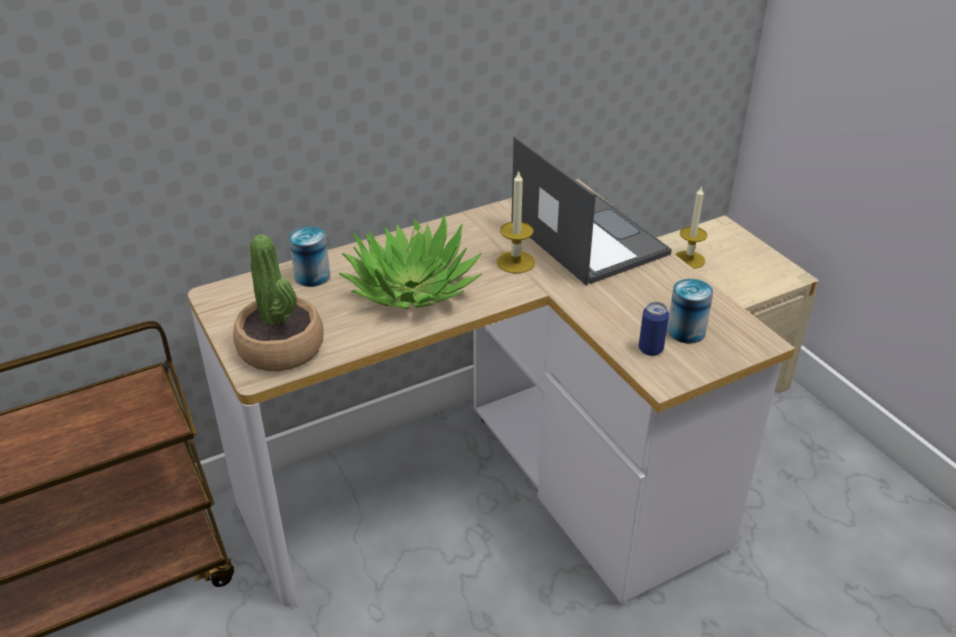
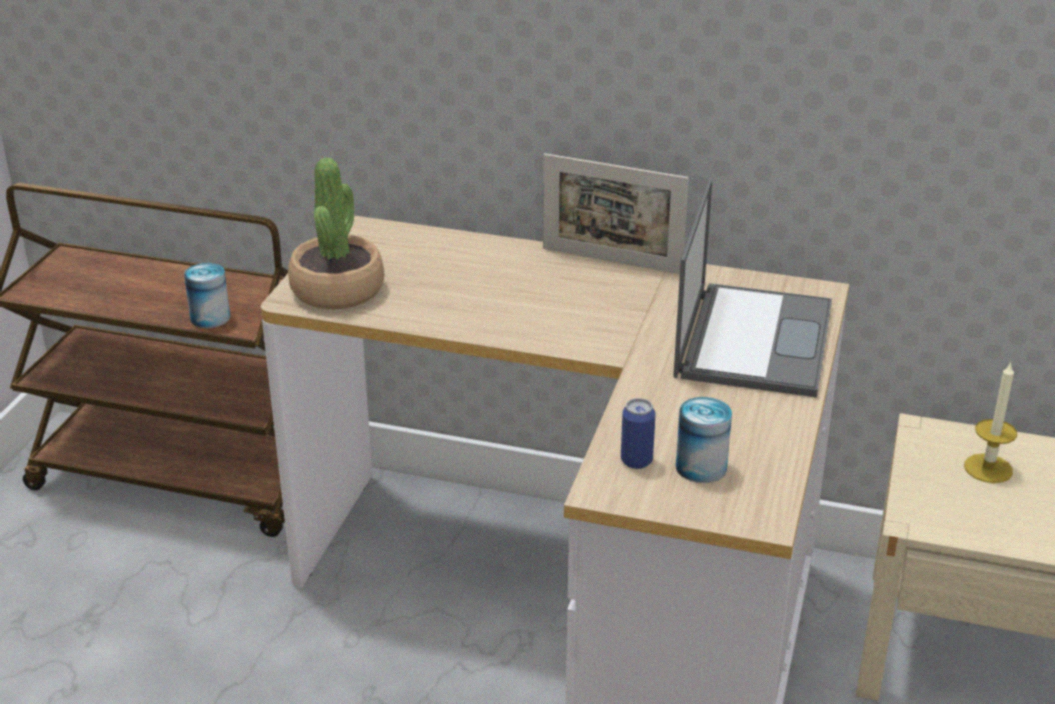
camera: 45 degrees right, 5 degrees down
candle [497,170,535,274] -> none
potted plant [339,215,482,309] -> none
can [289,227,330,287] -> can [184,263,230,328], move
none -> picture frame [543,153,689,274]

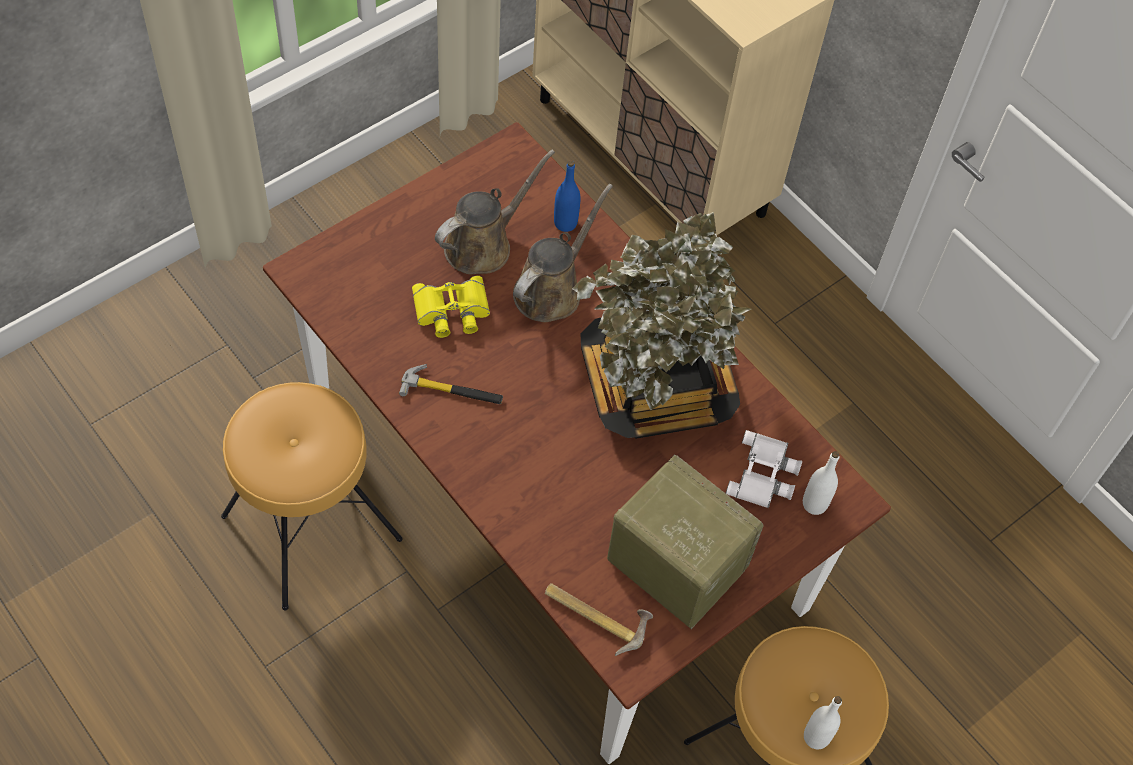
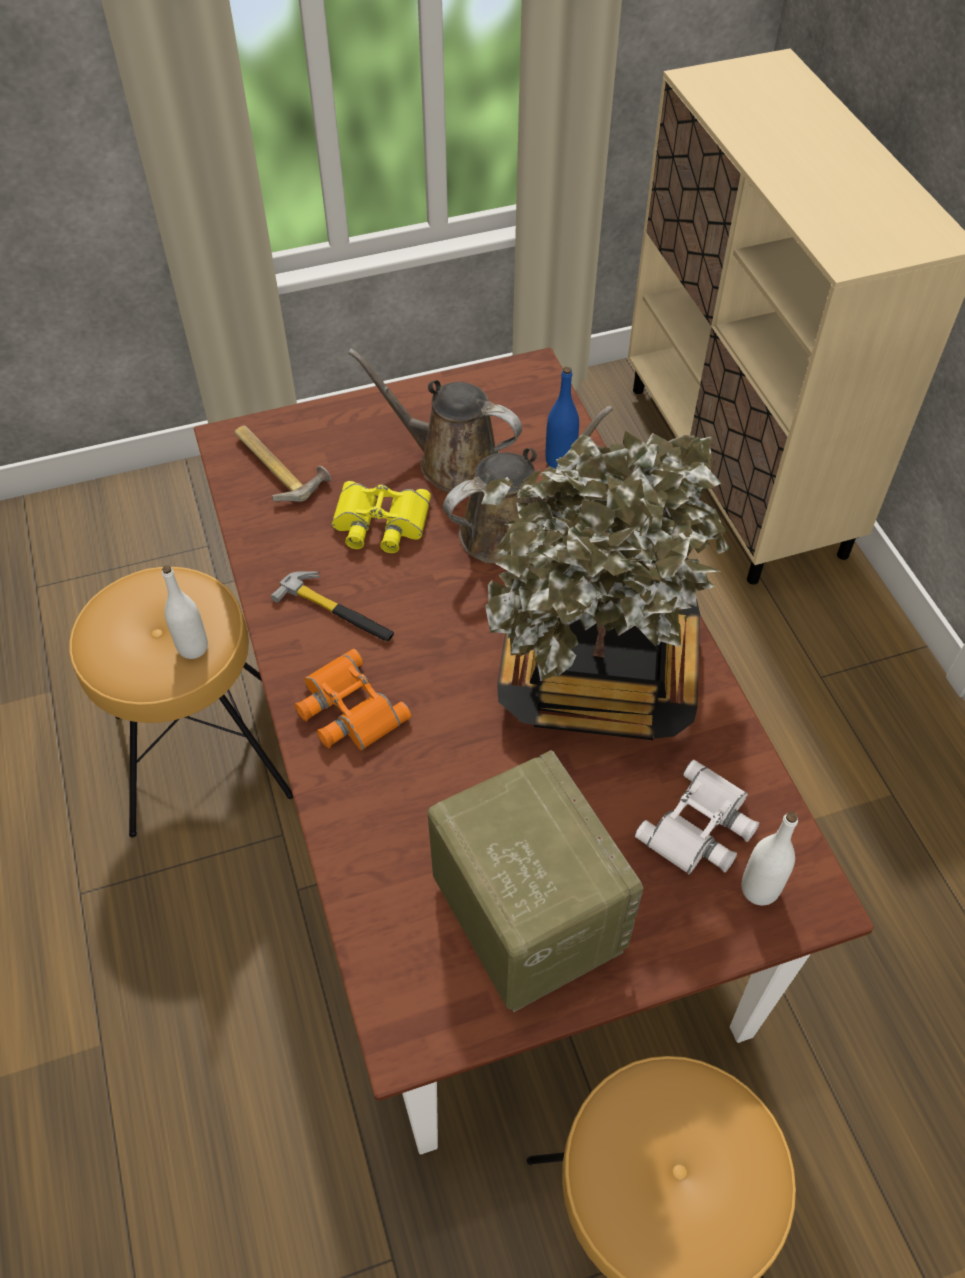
camera: 25 degrees right, 5 degrees down
watering can/brown [435,150,555,274] -> watering can/brown [348,349,522,493], 135 degrees counterclockwise
hammer [545,583,653,656] -> hammer [234,426,331,502], move
bottle/white [804,696,842,749] -> bottle/white [162,565,208,659], move
none -> binoculars/orange [295,649,411,750]

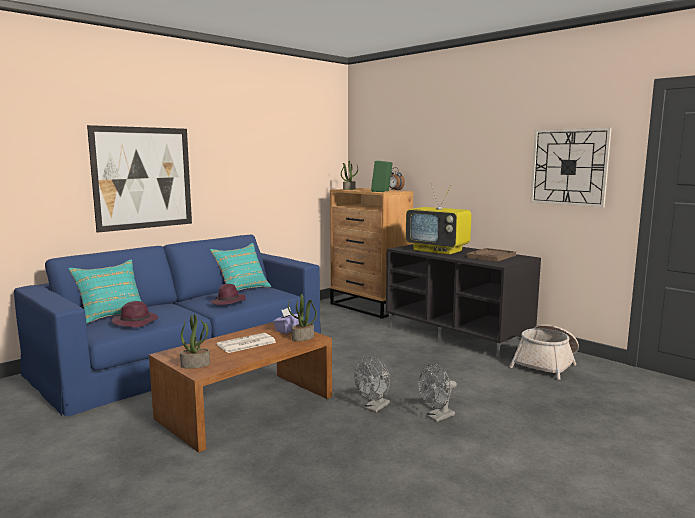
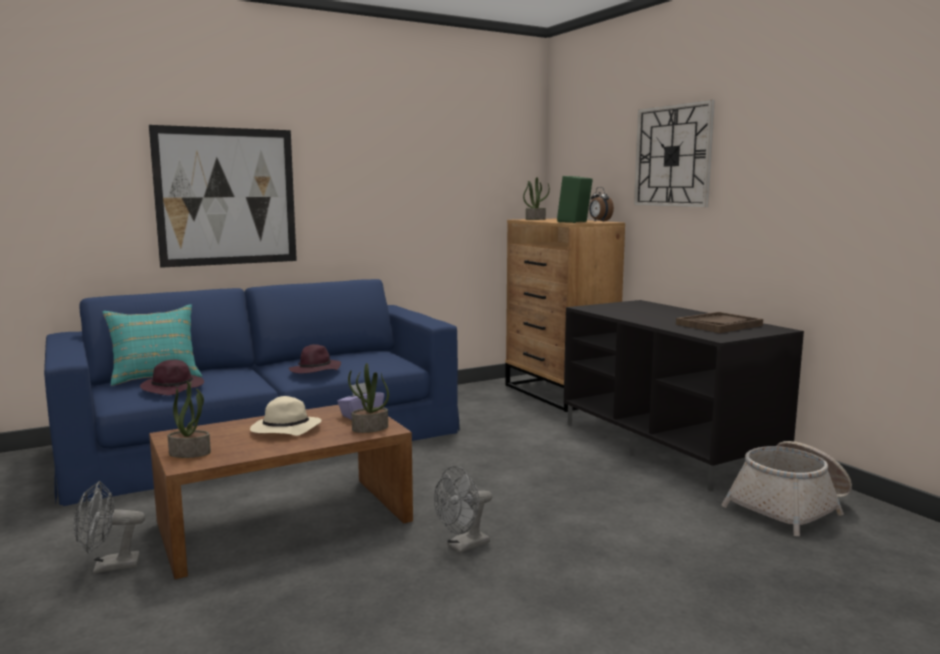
camera: 15 degrees right, 0 degrees up
wall clock [530,127,612,208] -> wall clock [634,100,715,207], move
television [406,183,471,255] -> none
pillow/turquoise [210,243,271,291] -> none
newspaper [217,333,276,353] -> hat/beige [250,396,321,436]
fan/grey [418,364,457,422] -> fan/grey [74,481,145,574], move

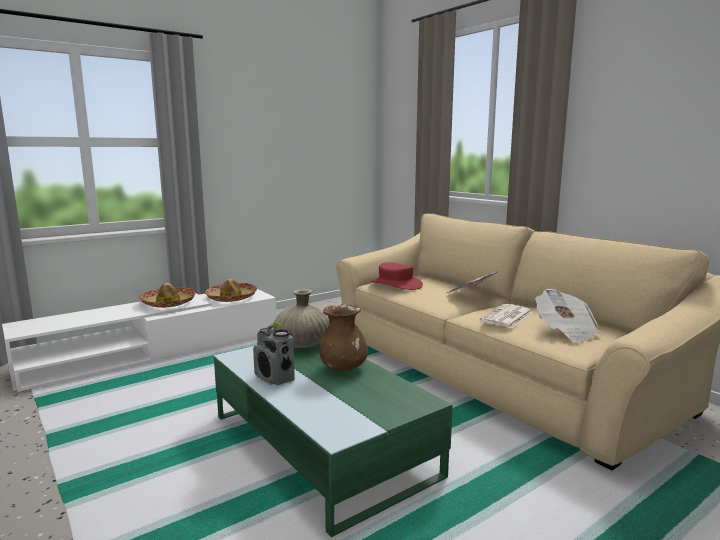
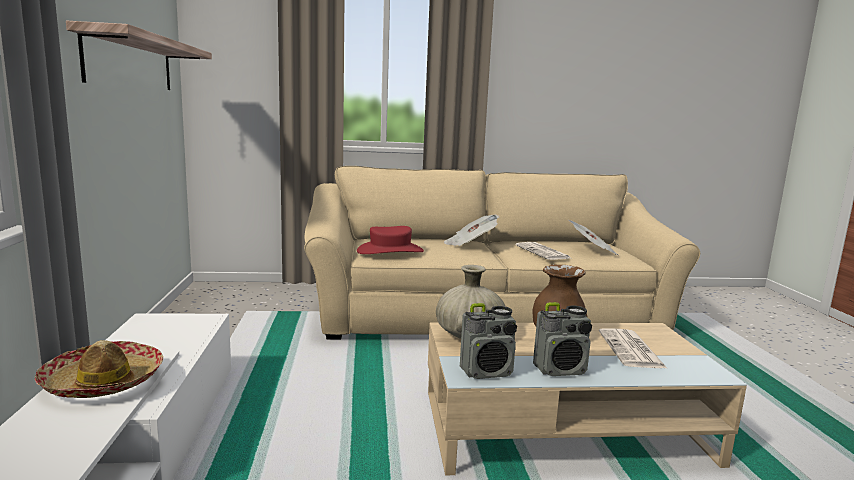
camera: 60 degrees left, 0 degrees up
hat [205,279,257,302] -> none
coffee table/green [214,343,453,537] -> coffee table/beige [428,322,747,475]
none -> shelf [66,21,212,90]
none -> radio [460,303,517,379]
none -> newspaper [599,328,668,369]

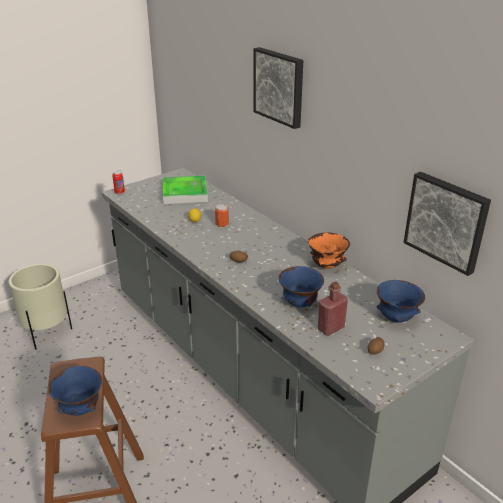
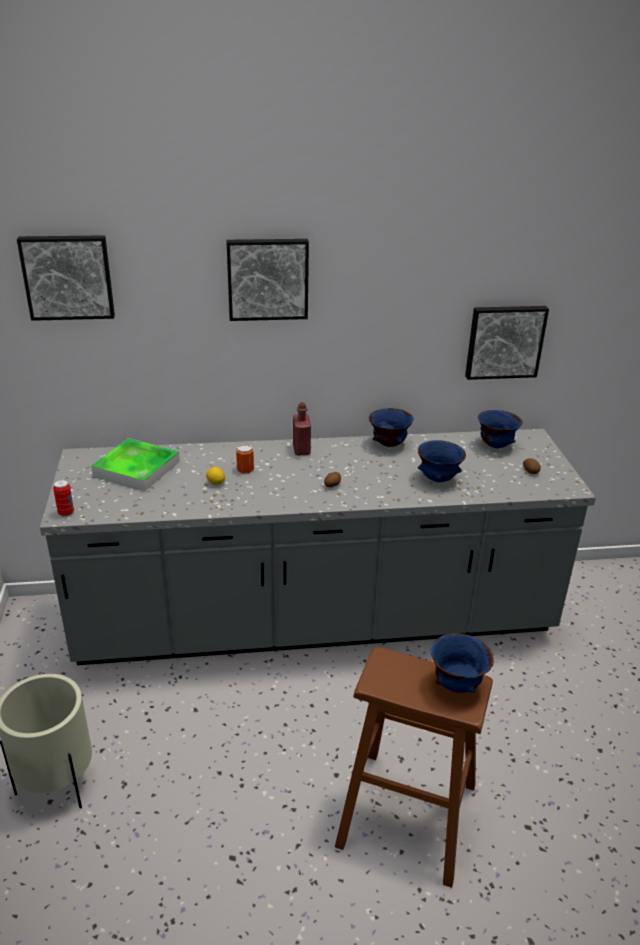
camera: 60 degrees left, 0 degrees up
bowl/orange [308,232,350,269] -> bowl/blue [369,408,414,447]
bottle/red [318,282,348,336] -> bottle/red [293,402,311,455], move
none -> picture [17,235,115,321]

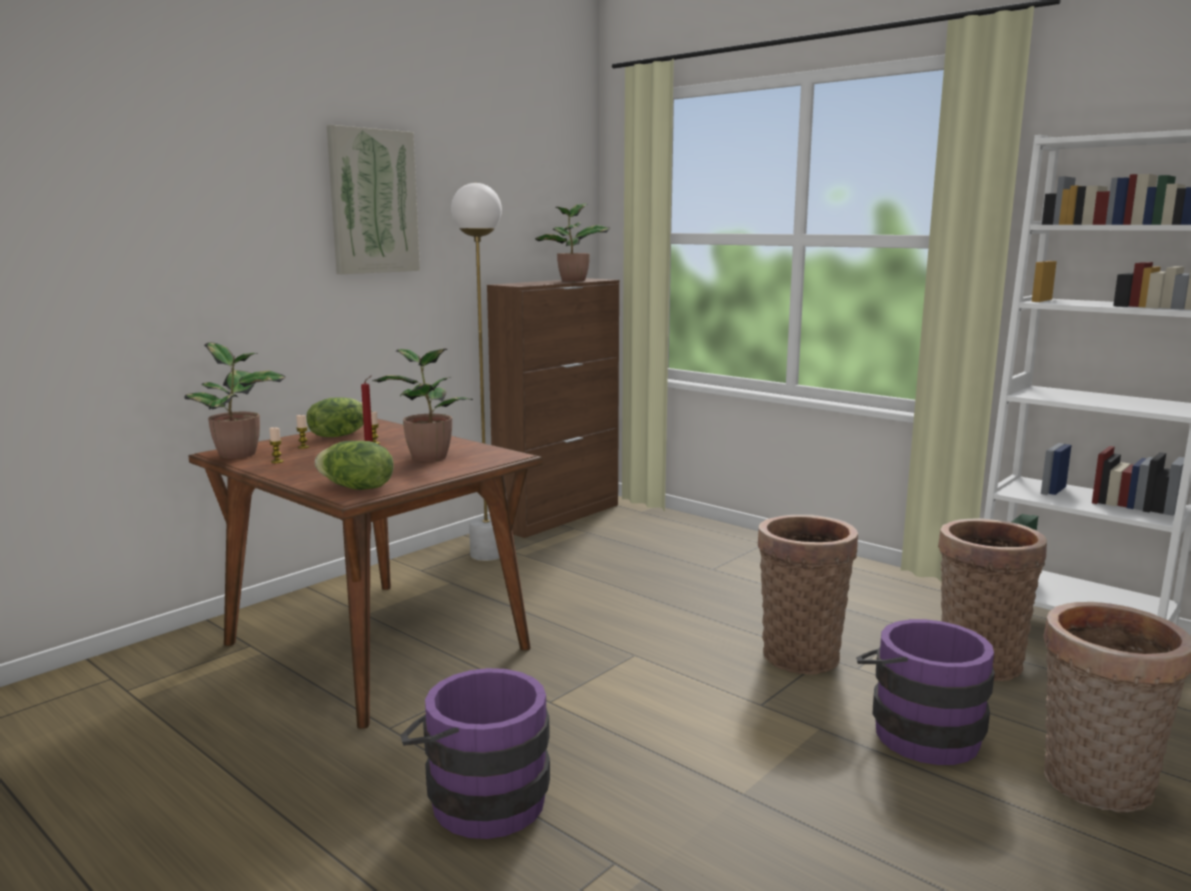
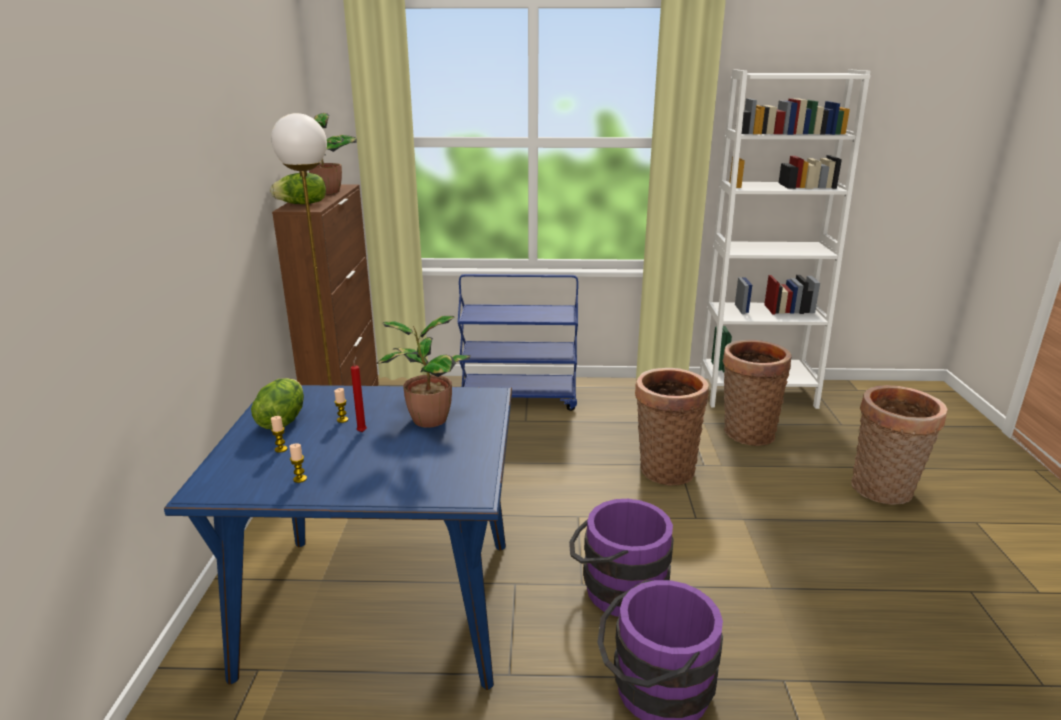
camera: 40 degrees left, 10 degrees up
picture [327,125,420,274] -> none
potted plant [185,342,286,459] -> none
dining table/brown [189,419,543,729] -> dining table/blue [164,385,512,690]
lettuce [315,441,394,490] -> lettuce [270,173,326,204], move
bucket/purple [856,619,995,765] -> bucket/purple [569,499,674,617], move
none -> cart/blue [458,274,578,411]

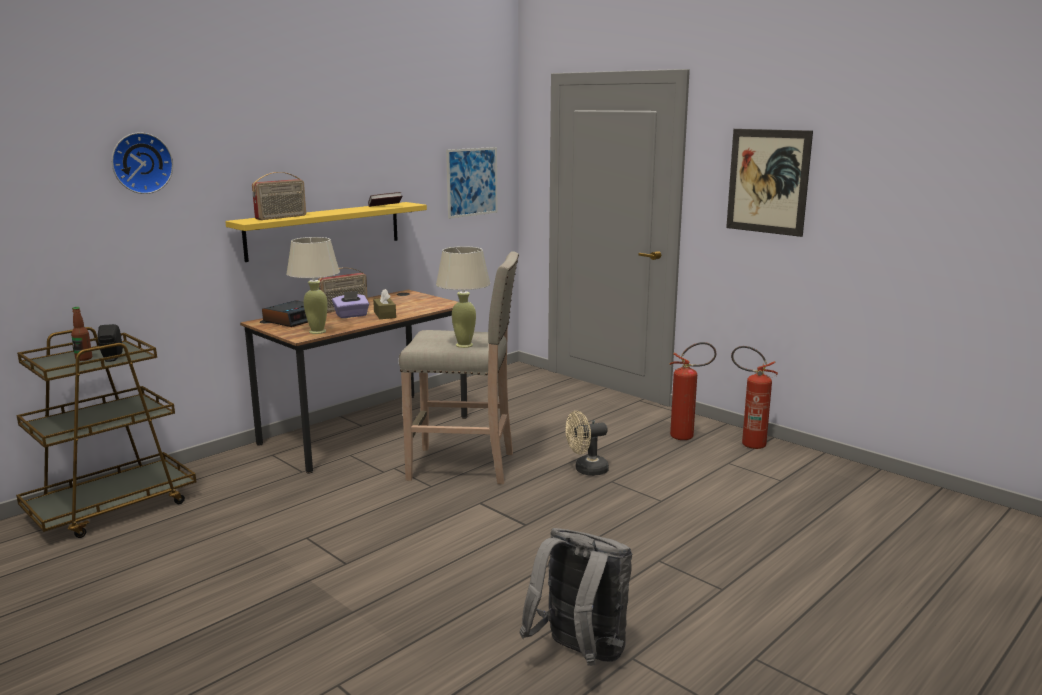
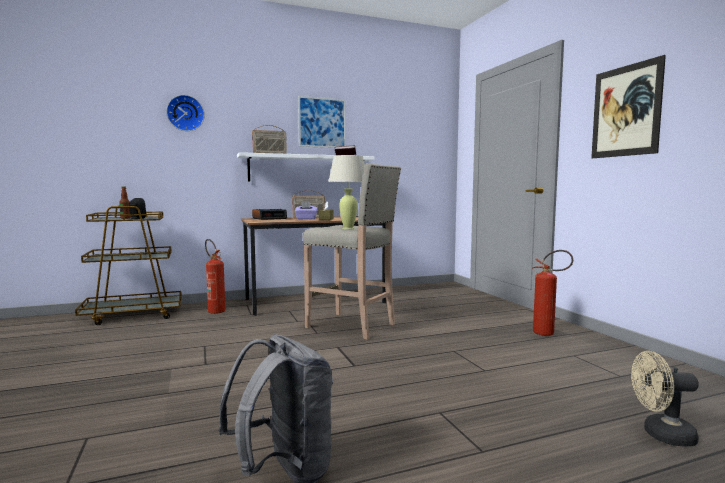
camera: 25 degrees right, 10 degrees down
picture [446,147,497,219] -> picture [298,96,346,148], move
shelf/yellow [225,202,427,262] -> shelf/white [237,152,375,181]
table lamp/beige [286,237,340,334] -> none
fire extinguisher [731,346,778,449] -> fire extinguisher [205,239,225,314], move
fan/beige [565,411,609,476] -> fan/beige [631,351,699,447], move

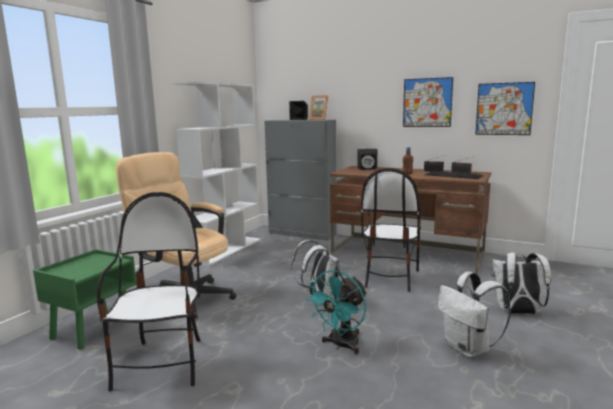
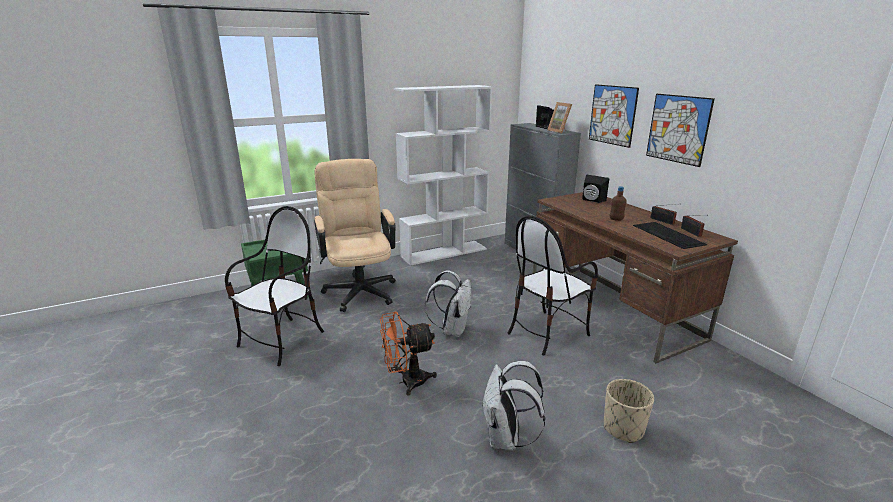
camera: 35 degrees right, 10 degrees up
picture [475,82,535,135] -> picture [589,84,639,148], move
backpack/white [491,252,551,314] -> planter/beige [604,379,654,443]
fan/turquoise [305,270,367,355] -> fan/orange [380,312,437,396]

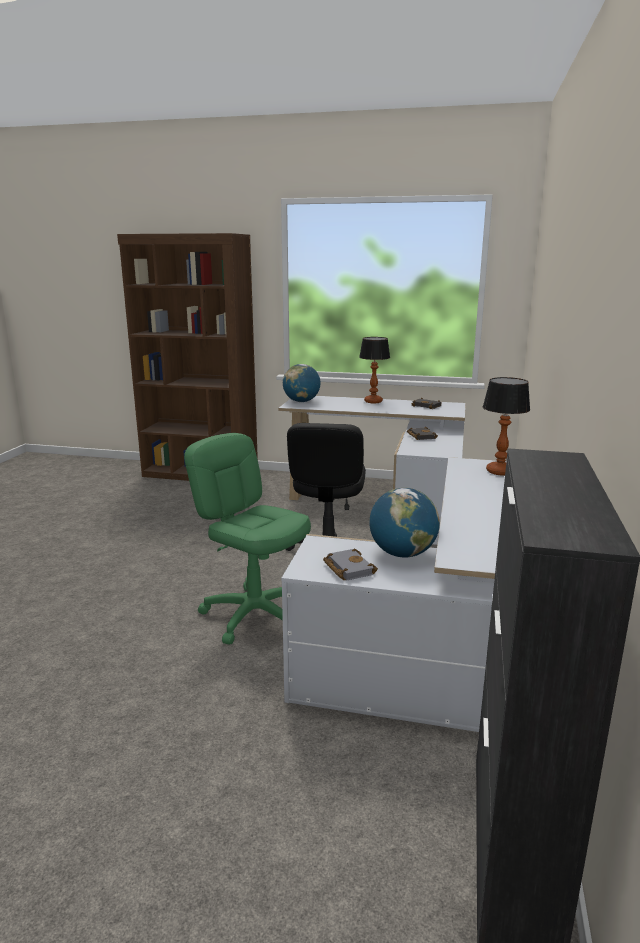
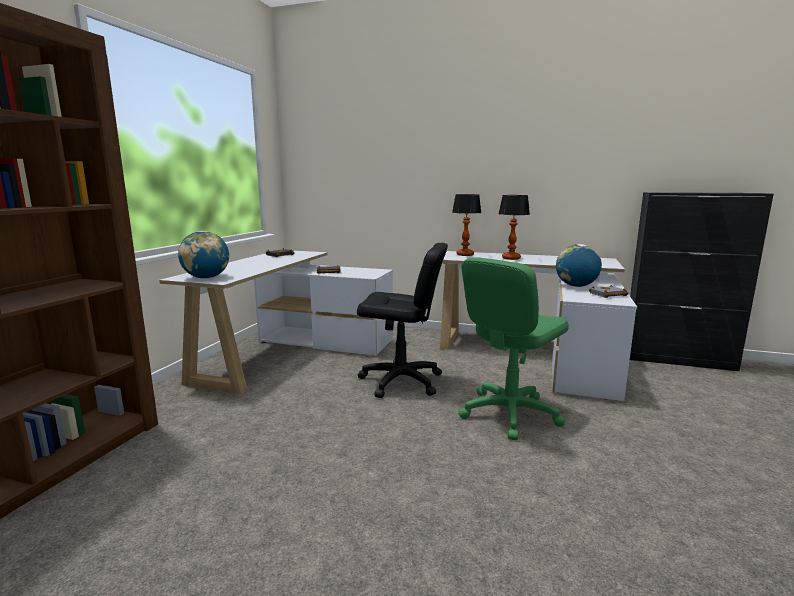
camera: 85 degrees left, 5 degrees down
table lamp [359,337,390,403] -> table lamp [499,195,530,260], move

